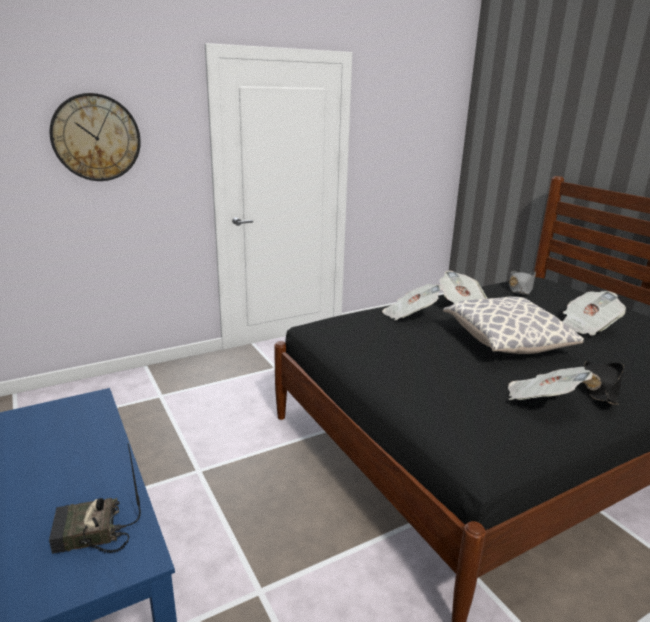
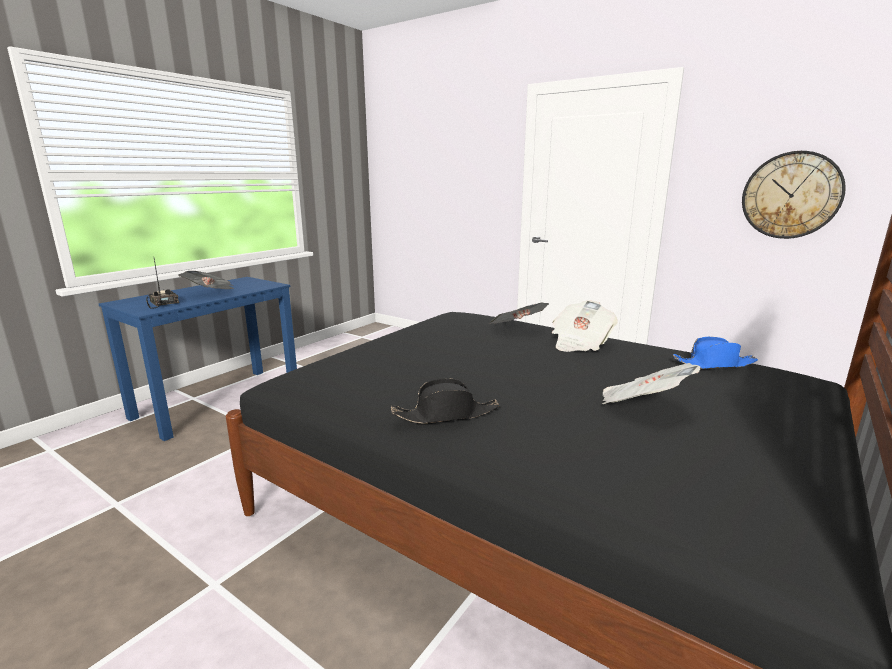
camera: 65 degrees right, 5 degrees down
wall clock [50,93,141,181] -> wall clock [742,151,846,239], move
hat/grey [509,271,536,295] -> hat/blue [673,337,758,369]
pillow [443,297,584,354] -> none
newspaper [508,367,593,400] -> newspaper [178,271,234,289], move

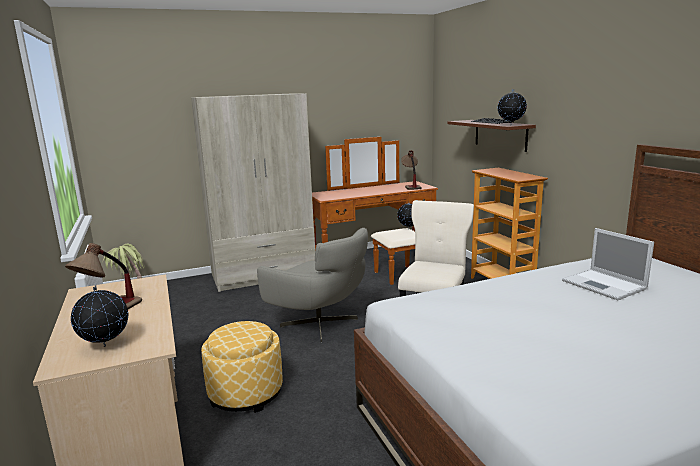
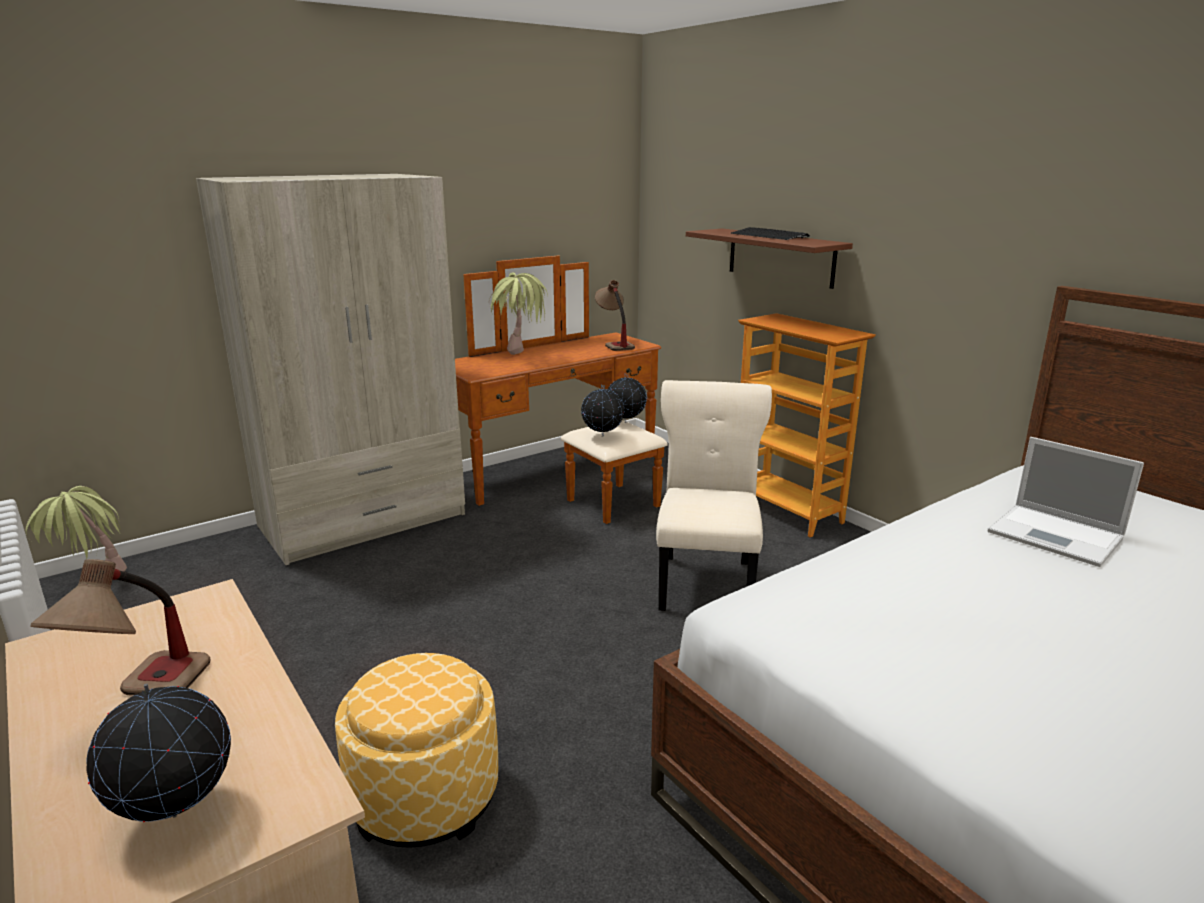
camera: 15 degrees left, 5 degrees up
globe [498,89,527,125] -> globe [581,384,624,437], move
armchair/grey [257,228,368,342] -> none
none -> potted plant [489,273,548,355]

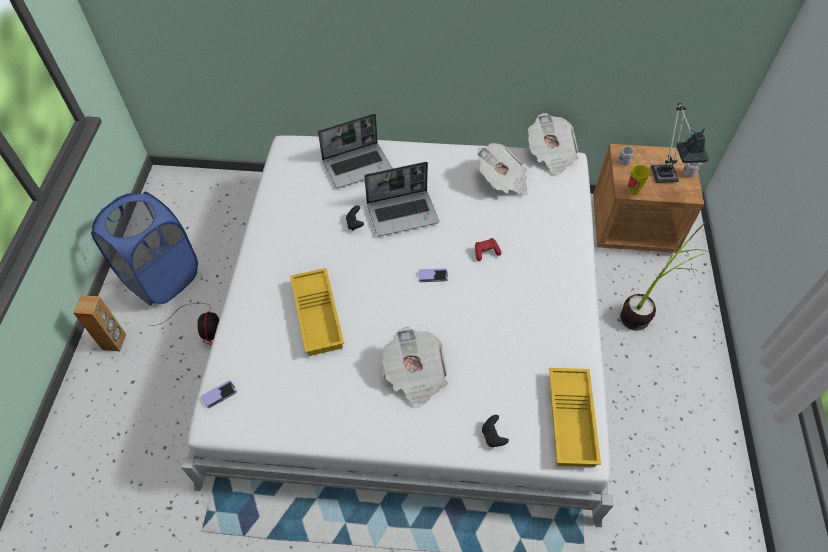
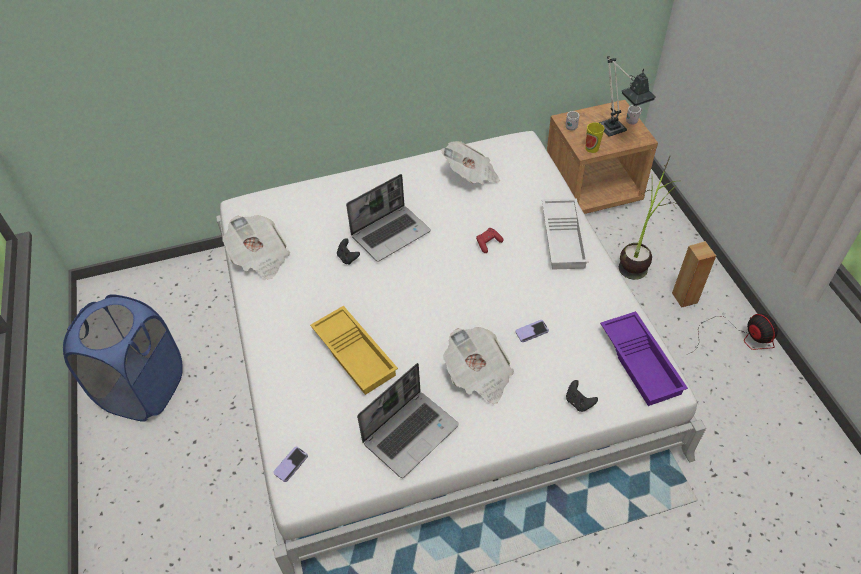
camera: 20 degrees left, 5 degrees down
newspaper [528,113,579,175] -> newspaper [222,215,290,279], move
laptop [318,114,393,188] -> laptop [357,363,459,478], move
phone [418,268,448,282] -> phone [515,320,549,342], move
speaker/brown [73,296,126,351] -> speaker/brown [672,241,716,308], move
fan [151,303,219,345] -> fan [689,314,778,354], move
tray/yellow [549,368,601,467] -> tray/purple [600,311,688,406]
none -> tray/white [542,198,589,270]

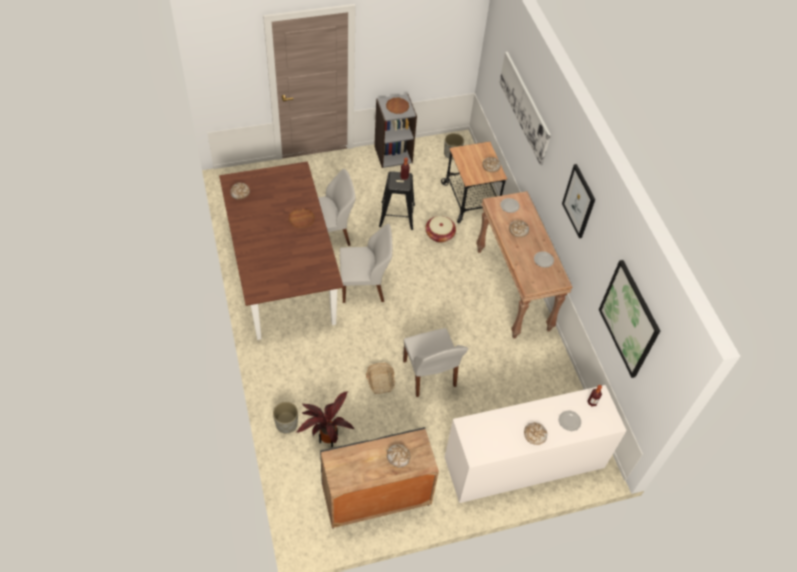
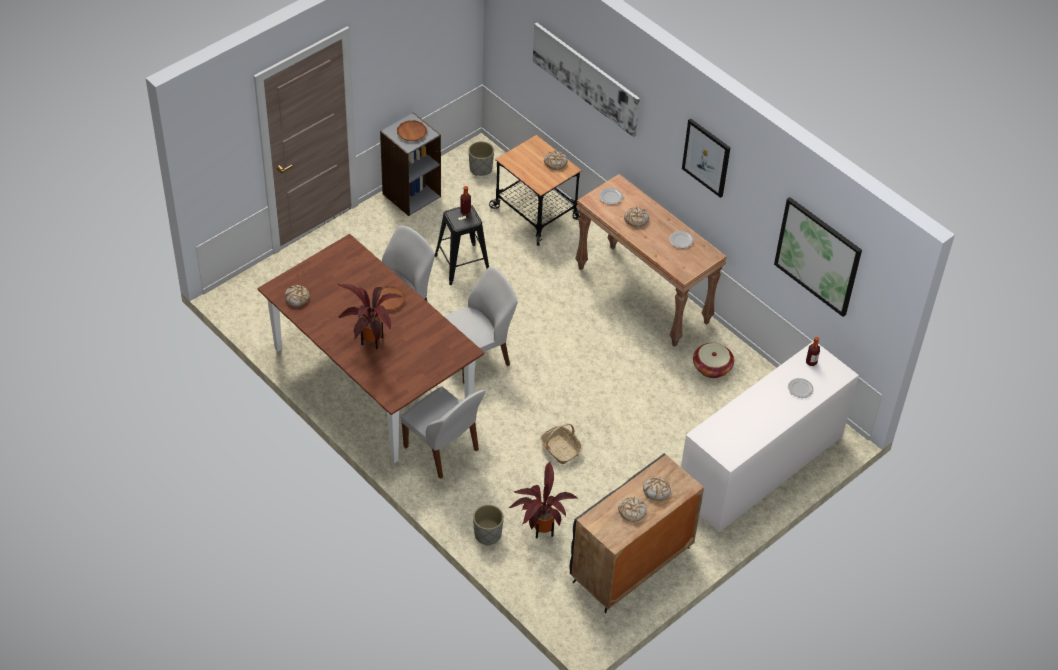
camera: 25 degrees left, 5 degrees down
basket [425,216,456,243] -> basket [693,343,734,378], move
chair/white [403,328,468,397] -> chair/white [401,386,485,479], move
bread [524,422,547,445] -> bread [618,497,647,522], move
none -> potted plant [338,284,402,349]

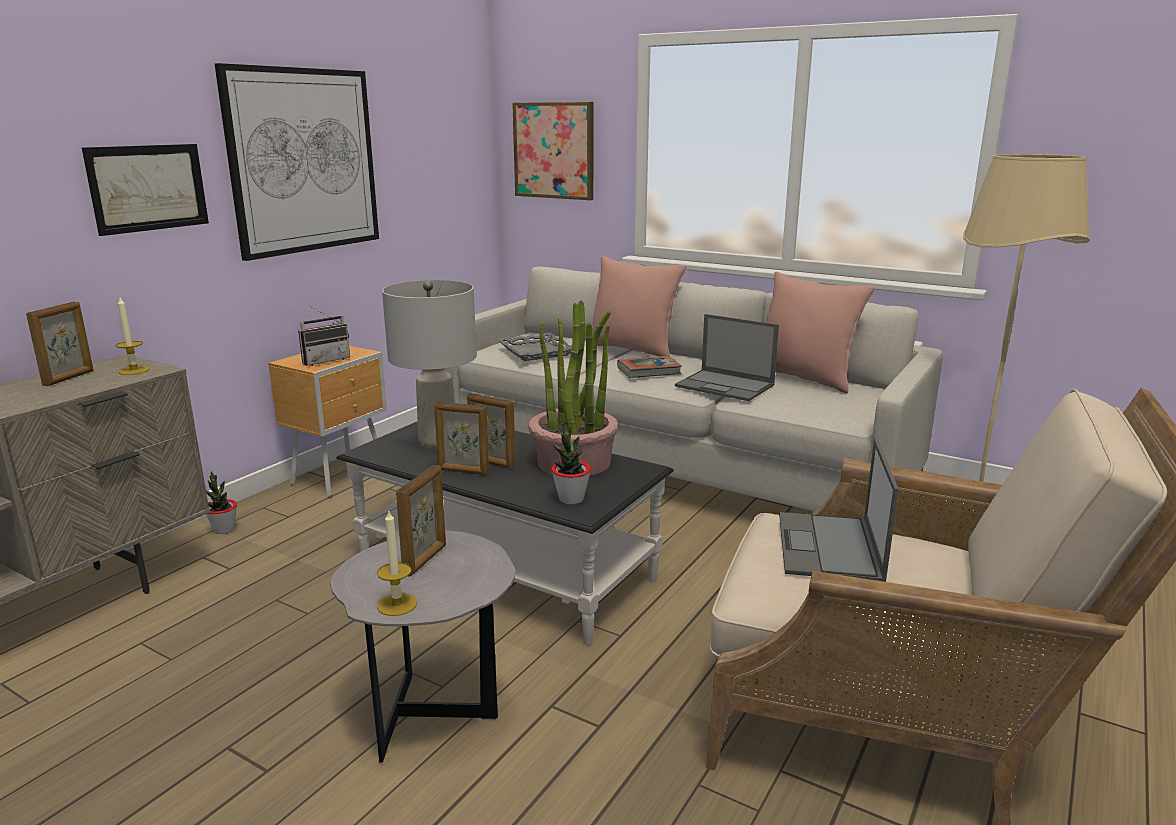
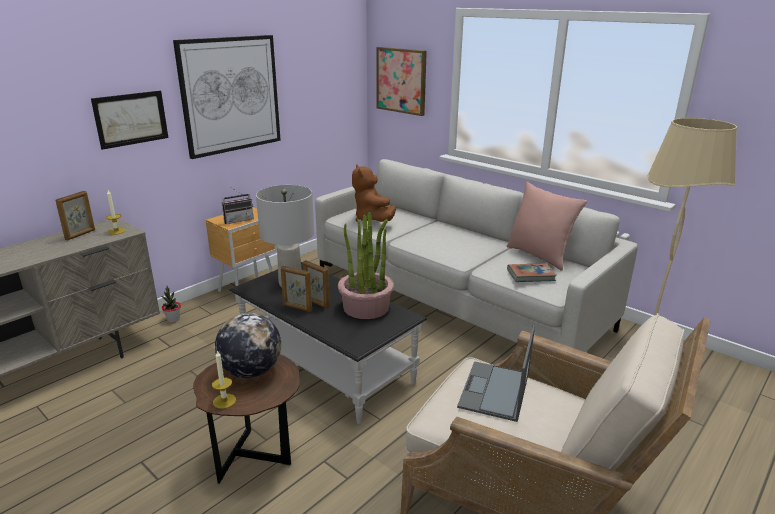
camera: 10 degrees right, 5 degrees up
pillow/pink [592,256,686,357] -> none
laptop [675,314,779,401] -> none
tray/grey [497,333,572,361] -> plush toy/brown [352,164,396,222]
book [617,356,682,378] -> book [507,263,557,282], move
potted plant [551,423,591,504] -> none
picture frame [396,465,446,577] -> globe [215,313,281,378]
side table/grey [330,531,516,763] -> side table/brown [193,354,300,484]

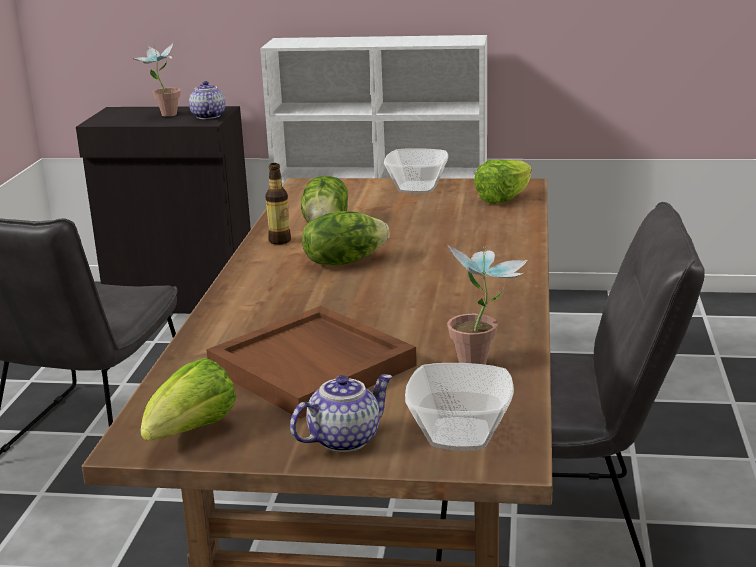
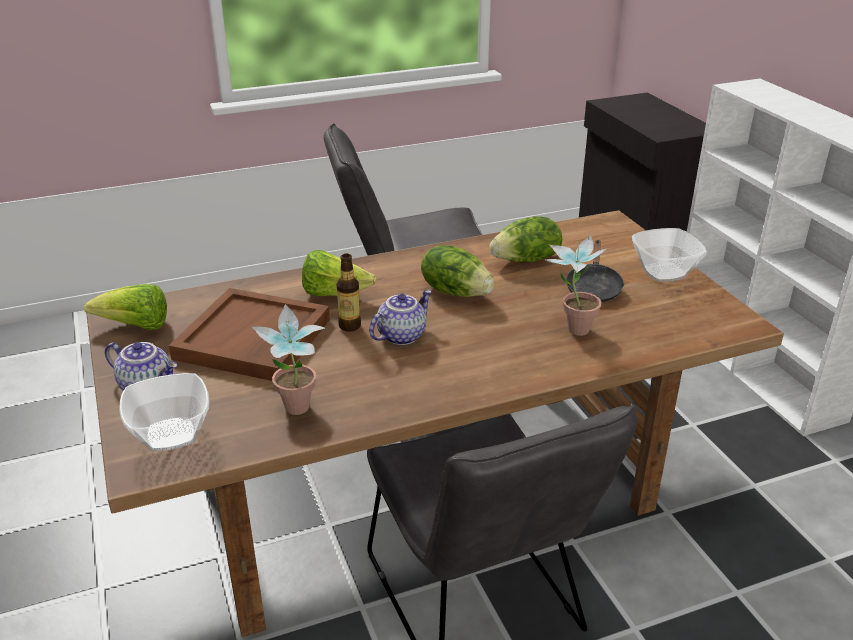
camera: 60 degrees right, 10 degrees up
potted plant [132,43,181,117] -> potted plant [544,234,607,336], move
teapot [189,81,225,119] -> teapot [369,290,432,345], move
lettuce [474,160,532,204] -> lettuce [302,250,377,296], move
bottle [265,163,291,245] -> bottle [336,254,361,332], move
none -> frying pan/black [565,240,625,302]

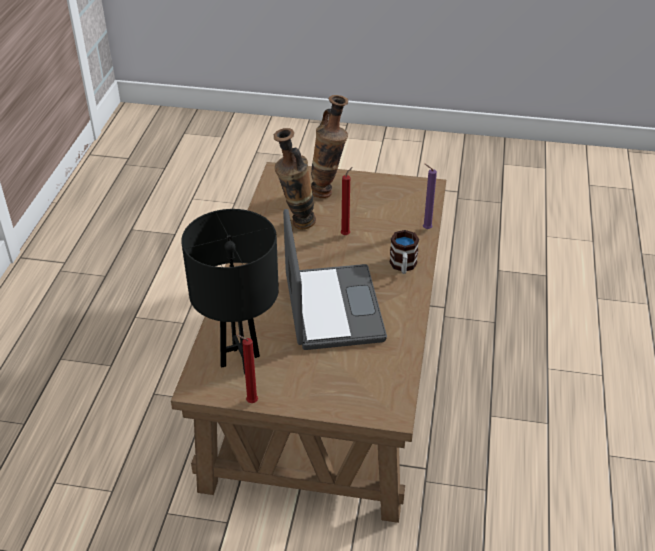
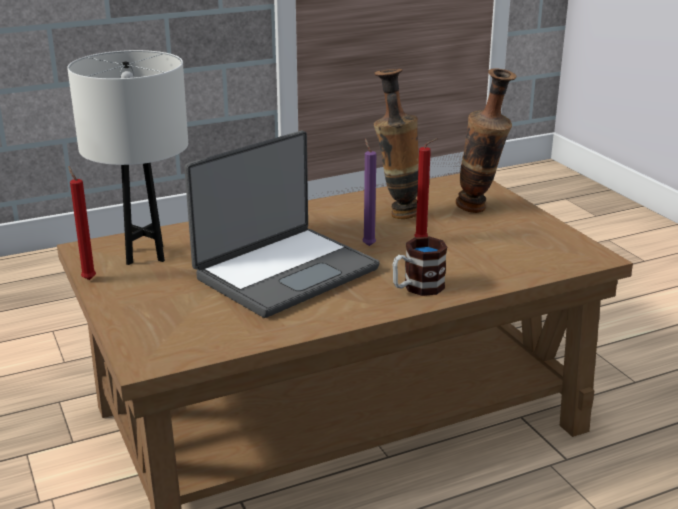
camera: 55 degrees right, 15 degrees down
candle/purple [423,164,437,229] -> candle/purple [363,138,376,246], move
table lamp/black [181,209,279,374] -> table lamp/white [67,50,188,265]

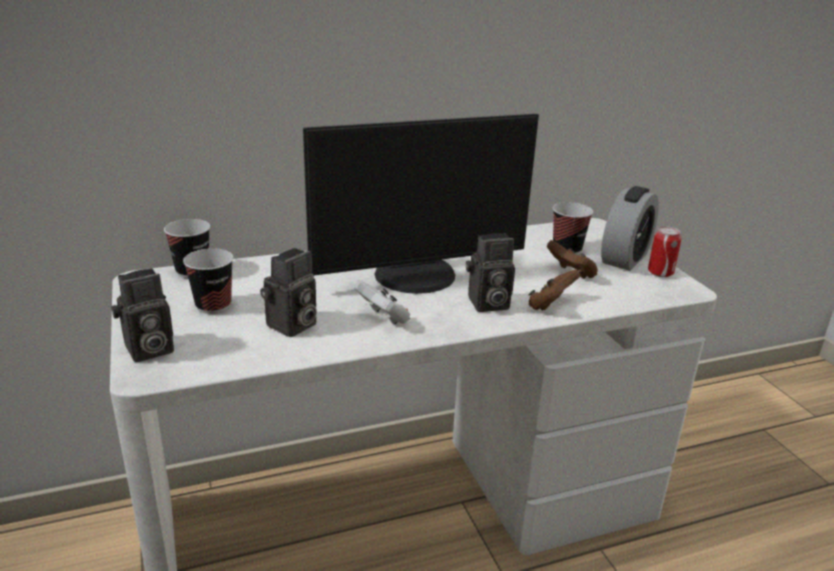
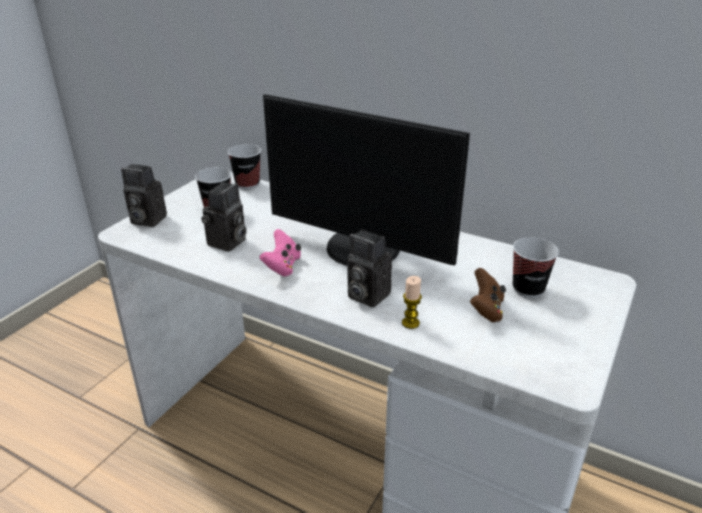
camera: 50 degrees right, 5 degrees up
alarm clock [601,186,659,271] -> none
can [648,226,681,277] -> none
photo camera [260,248,317,337] -> photo camera [201,182,246,252], 60 degrees counterclockwise
game controller/brown [529,270,580,311] -> candle [402,276,422,329]
game controller/white [354,280,410,324] -> game controller/pink [259,229,301,276]

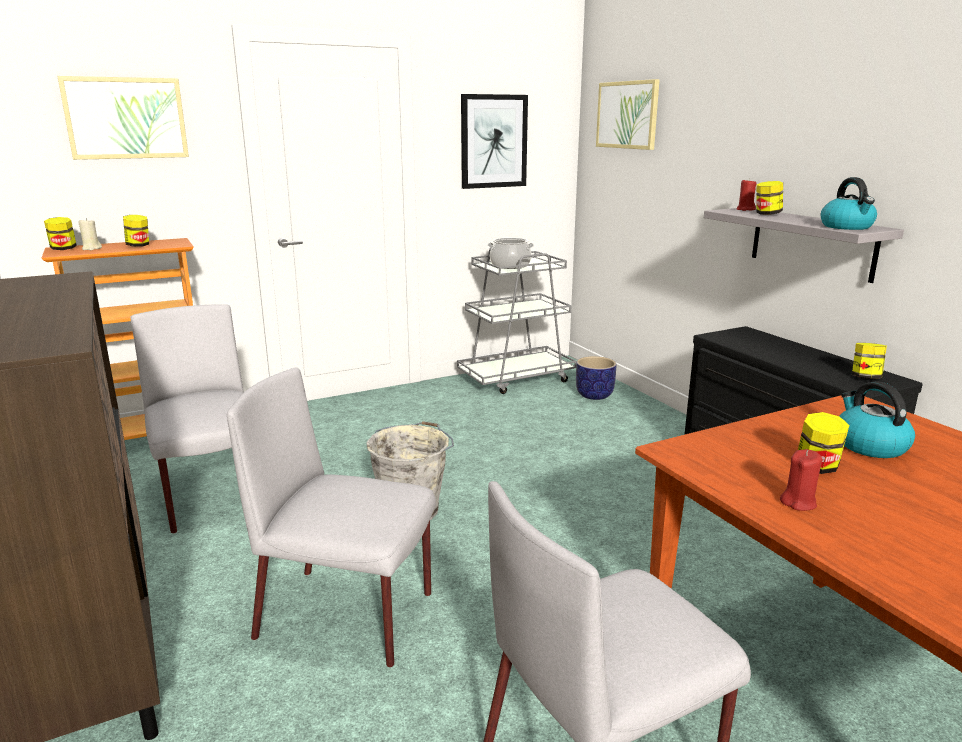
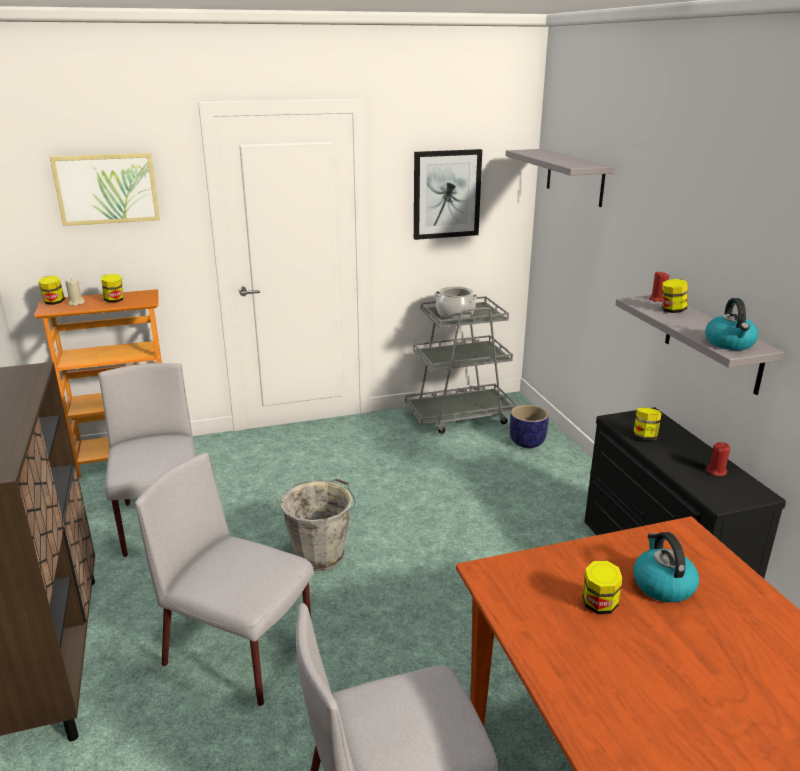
camera: 10 degrees right, 5 degrees up
picture [596,79,660,150] -> shelf/grey [506,149,615,207]
jar [852,343,887,379] -> jar [633,407,662,440], move
candle/red [780,449,822,511] -> candle/red [706,442,730,476], move

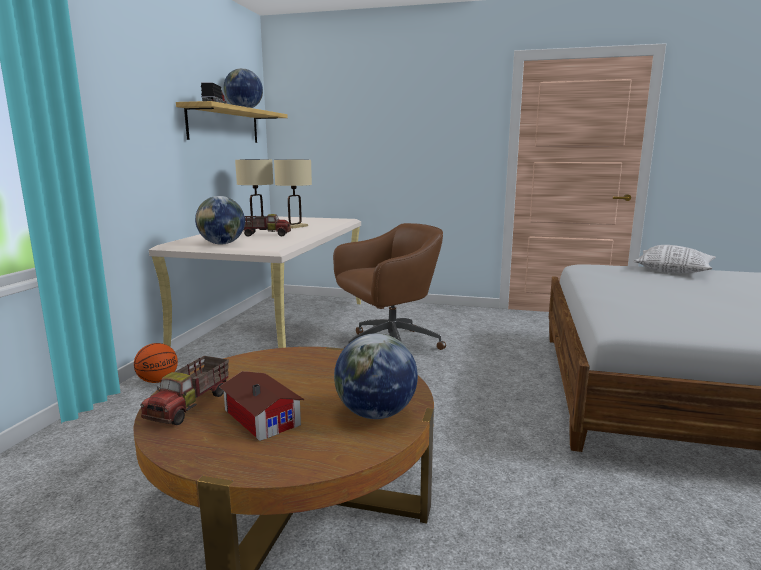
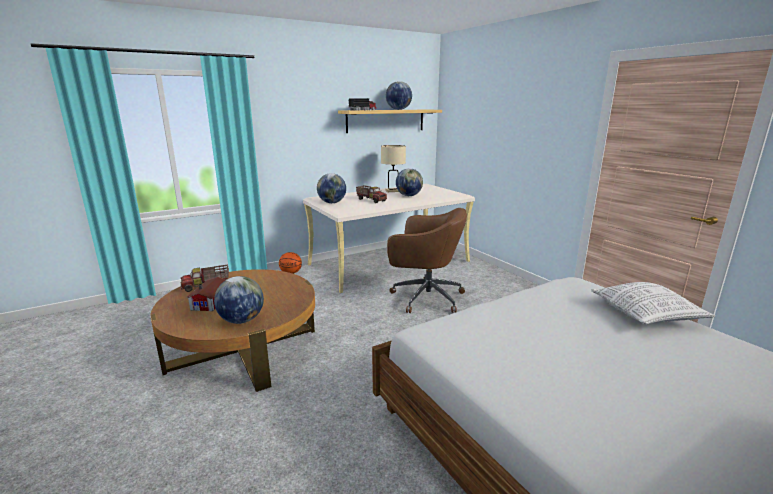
camera: 45 degrees right, 5 degrees up
table lamp/beige [274,160,312,228] -> globe [396,168,423,196]

